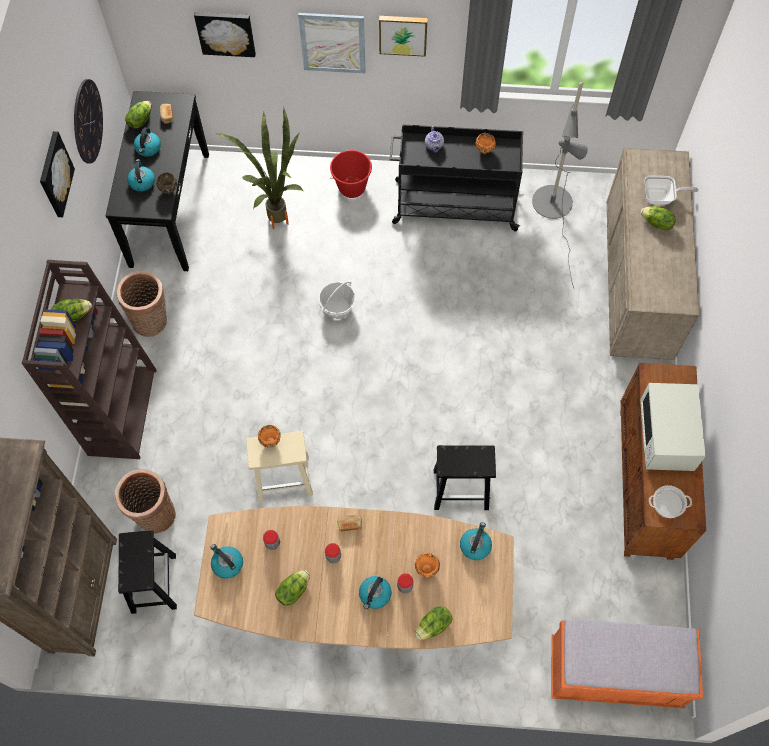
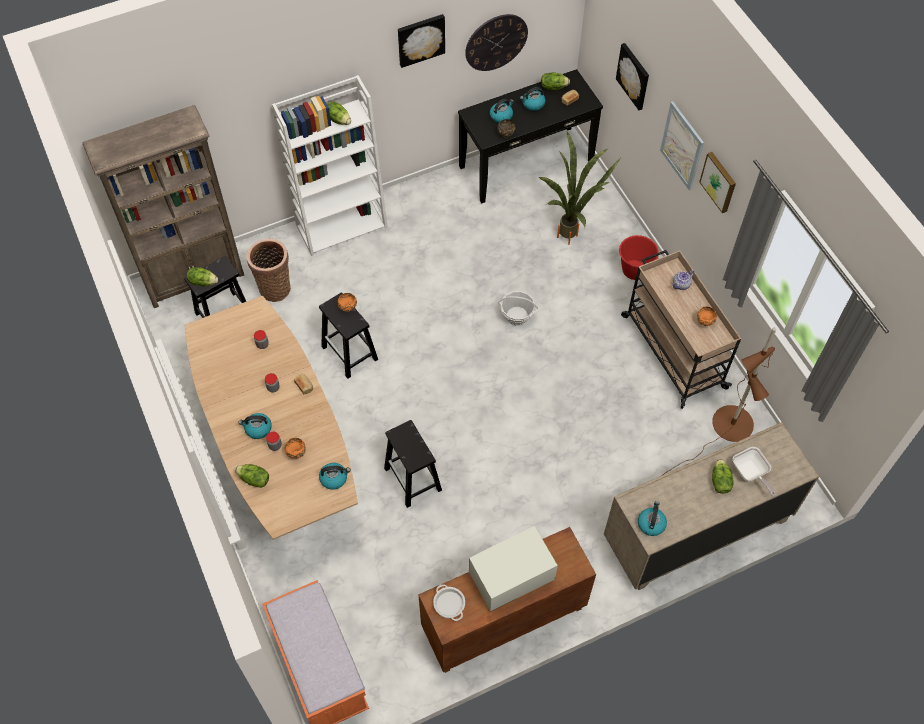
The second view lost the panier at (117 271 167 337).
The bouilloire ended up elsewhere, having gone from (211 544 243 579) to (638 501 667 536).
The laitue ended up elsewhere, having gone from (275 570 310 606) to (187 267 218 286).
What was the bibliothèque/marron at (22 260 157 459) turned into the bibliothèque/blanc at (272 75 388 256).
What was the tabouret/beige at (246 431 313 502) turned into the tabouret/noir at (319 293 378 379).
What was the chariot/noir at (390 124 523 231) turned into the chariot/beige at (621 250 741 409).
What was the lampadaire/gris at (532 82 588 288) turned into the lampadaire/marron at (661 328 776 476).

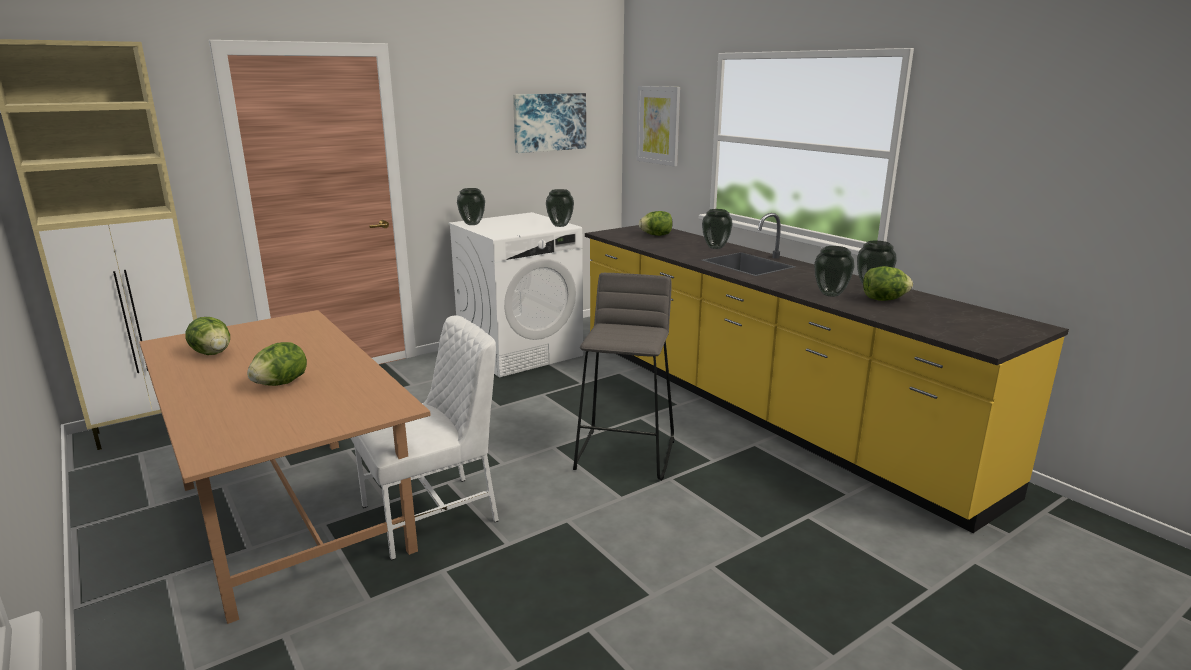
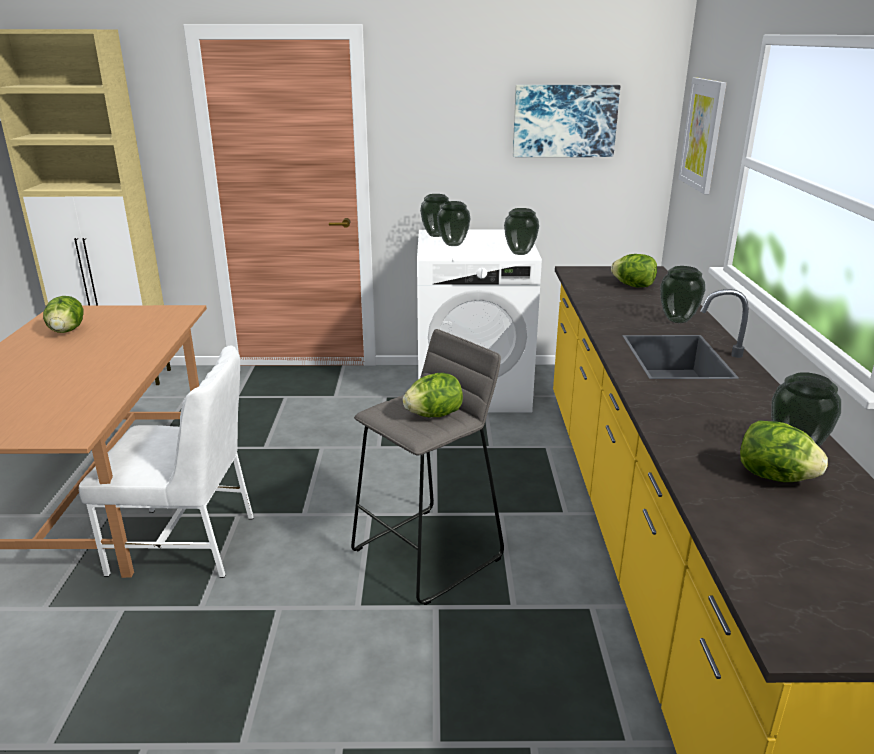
The laitue ended up elsewhere, having gone from (247 342 307 386) to (403 373 463 417).
The vase ended up elsewhere, having gone from (814 246 854 297) to (437 201 471 246).

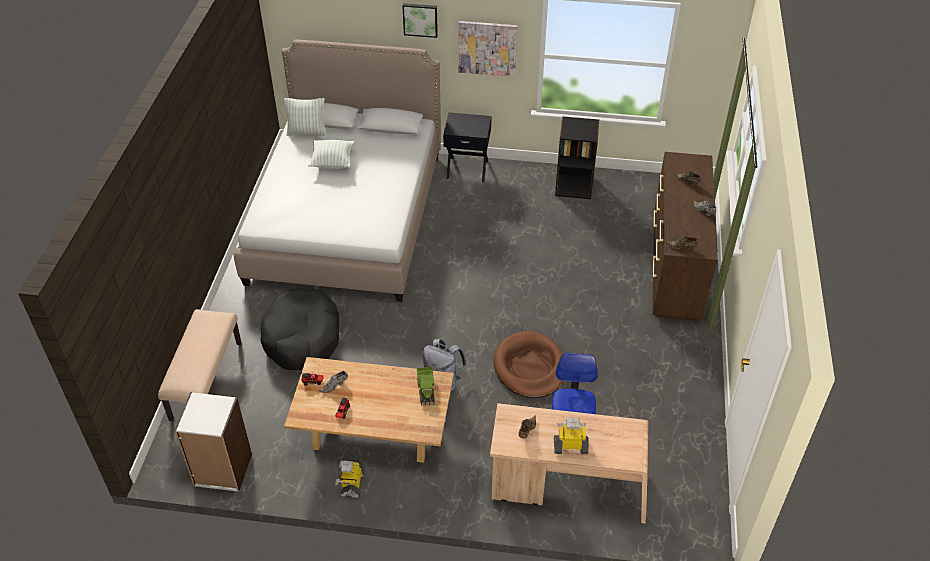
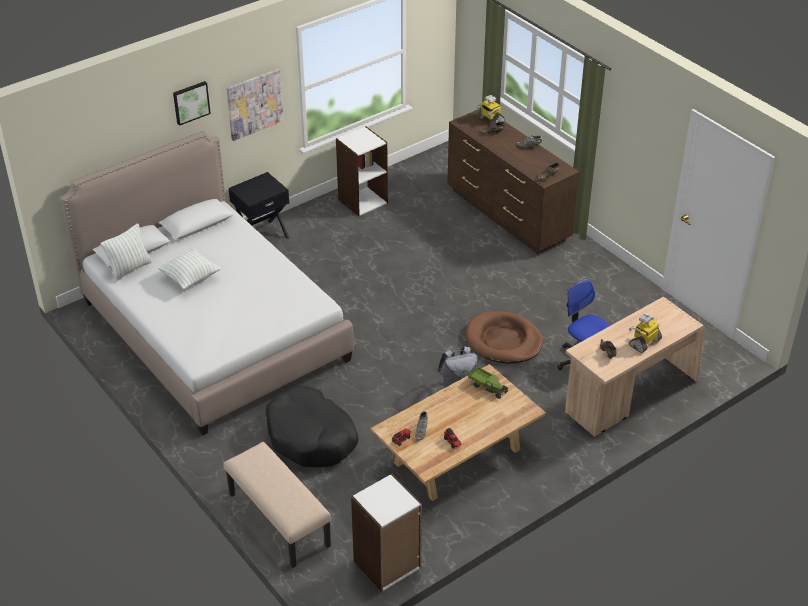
The robot jouet ended up elsewhere, having gone from (335 461 365 499) to (476 95 505 124).
What was the bibliothèque/noir at (555 116 599 199) turned into the bibliothèque/blanc at (336 126 388 216).

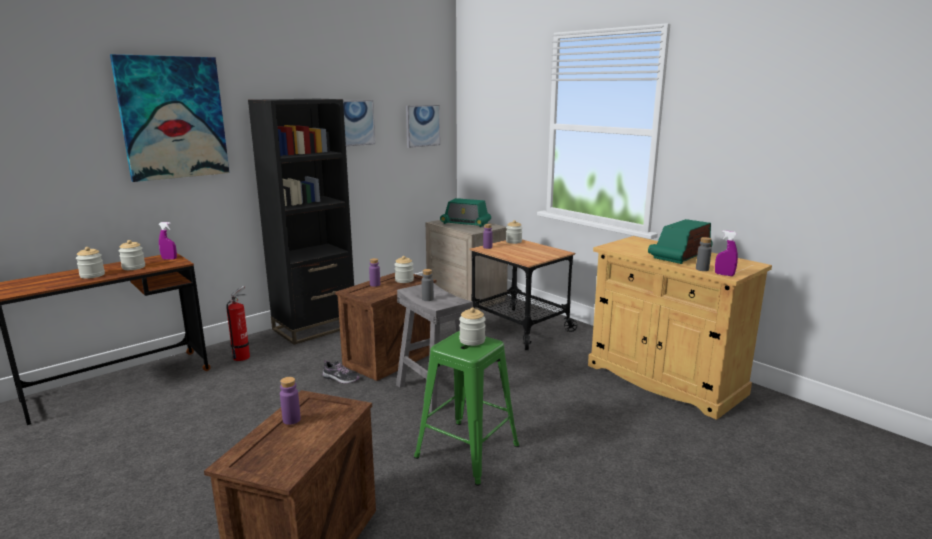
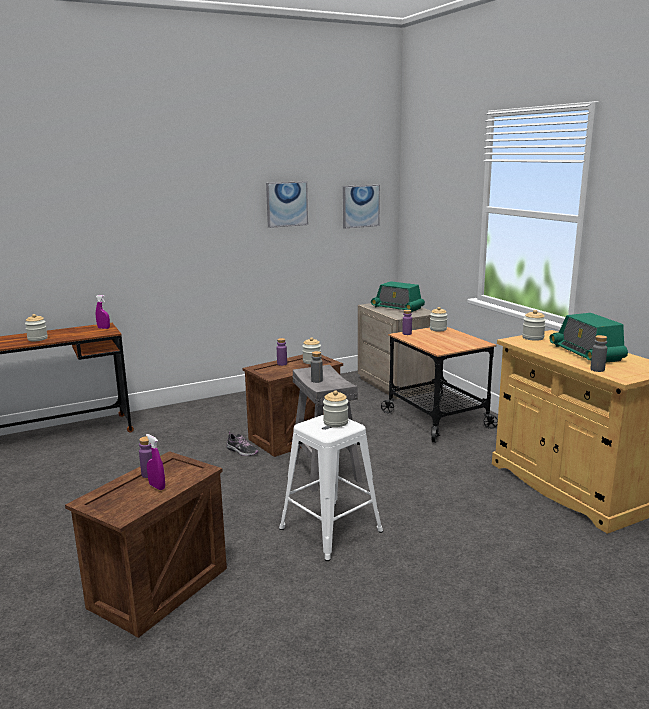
The second view lost the tableau at (110 54 229 182).
The second view lost the extincteur at (226 286 250 361).
The second view lost the bibliothèque/noir at (248 99 354 345).
The bocal ended up elsewhere, having gone from (119 240 145 270) to (522 310 546 341).
The vaporisateur/violet ended up elsewhere, having gone from (715 230 738 276) to (146 434 165 490).
What was the tabouret/vert at (414 331 520 486) turned into the tabouret/blanc at (279 415 383 561).
The radio at (648 219 712 264) ended up facing another way, 75 degrees counterclockwise from before.

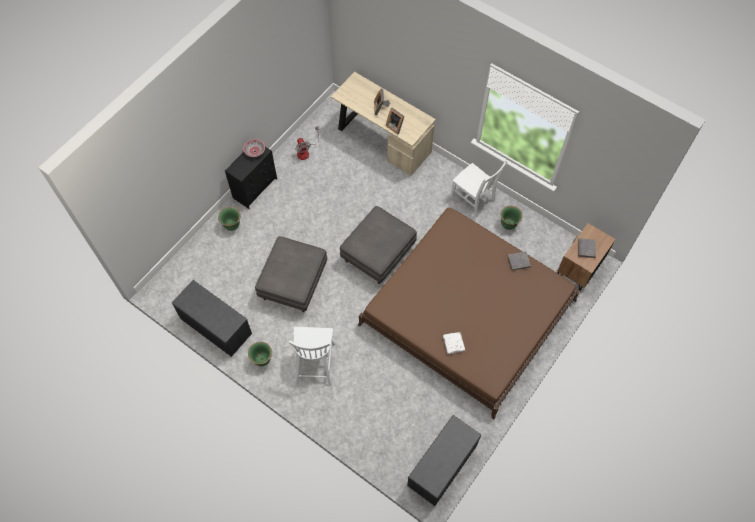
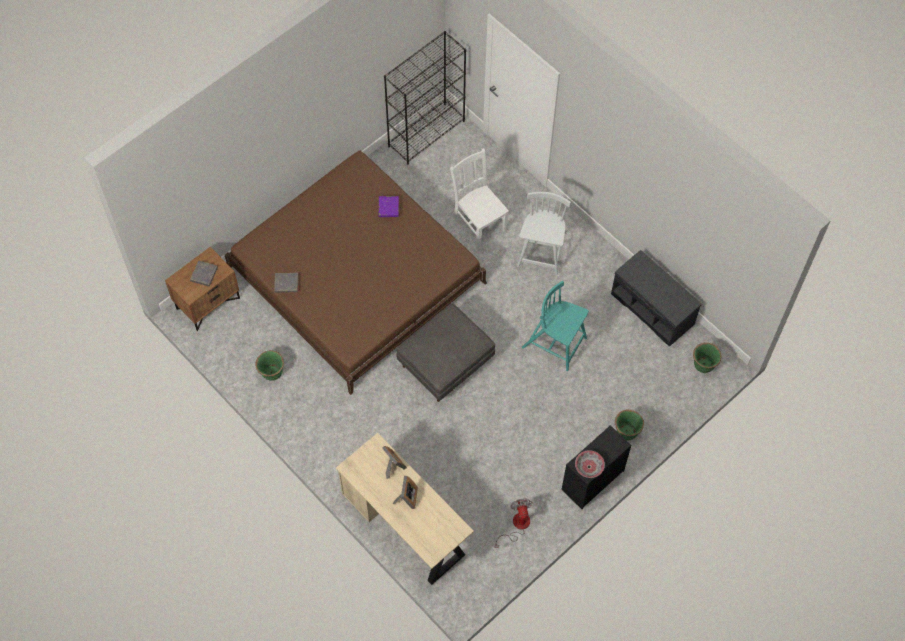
The cache-pot/vert ended up elsewhere, having gone from (248 342 272 366) to (693 343 721 373).
The chaise/blanc ended up elsewhere, having gone from (450 160 508 218) to (450 148 509 248).
Where the pouf/gris stood at (255 236 327 312), the chaise/turquoise came to stand at (522 281 589 371).
Where the banc/gris stood at (407 415 481 506), the bibliothèque/noir came to stand at (384 31 466 165).
What was the livre/blanc at (443 332 465 354) turned into the livre/violet at (379 196 399 217).

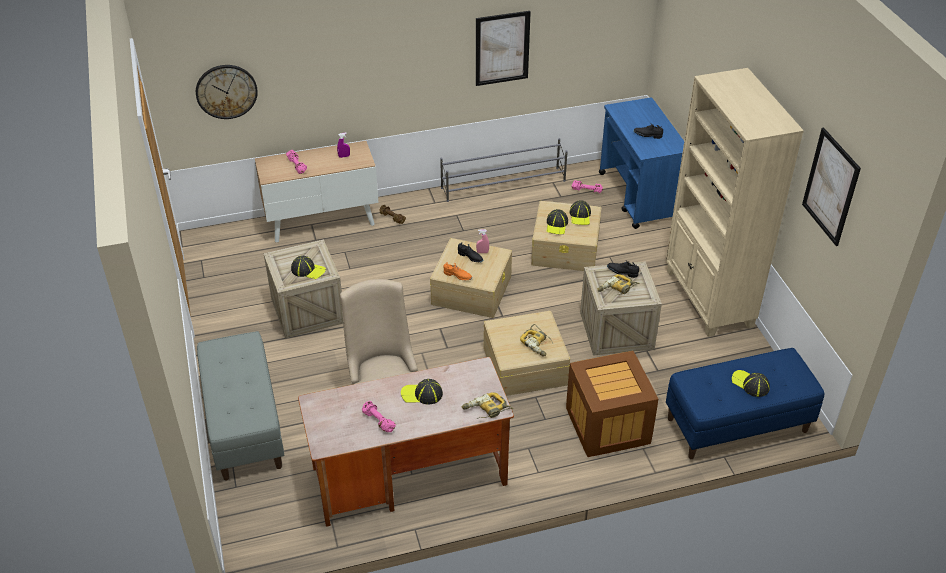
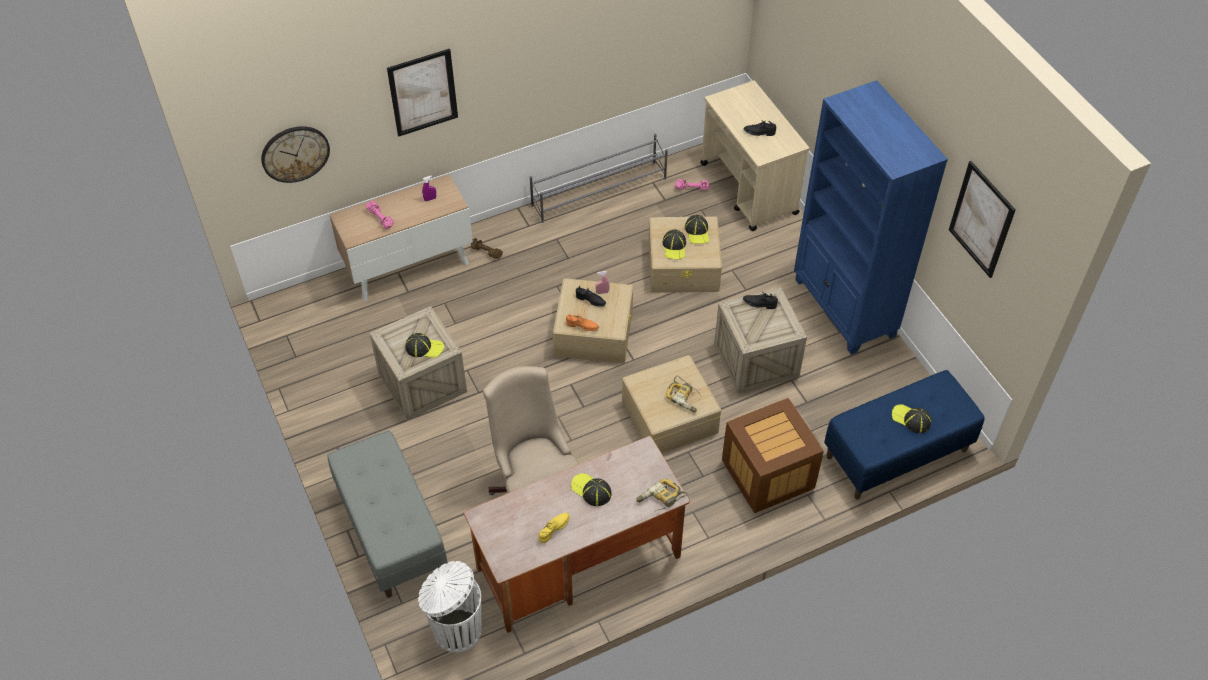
The second view lost the perceuse at (598 274 640 296).
The second view gained the poubelle/blanc at (418 561 482 653).
The tableau ended up elsewhere, having gone from (476 11 531 86) to (387 49 458 137).
Where the haltère/rose stood at (362 401 396 432), the chaussure/jaune came to stand at (539 513 570 543).
What was the chariot/bleu at (599 98 684 229) turned into the chariot/beige at (700 81 809 231).
What was the bibliothèque/beige at (666 68 804 337) turned into the bibliothèque/bleu at (794 80 948 355).
The casquette at (401 379 443 405) ended up facing another way, 45 degrees clockwise from before.

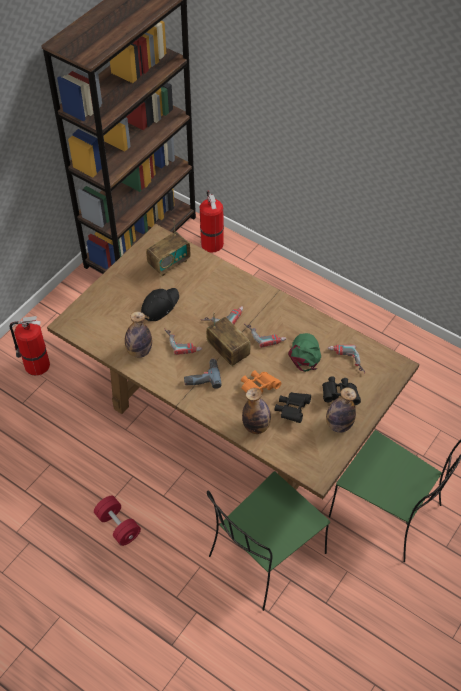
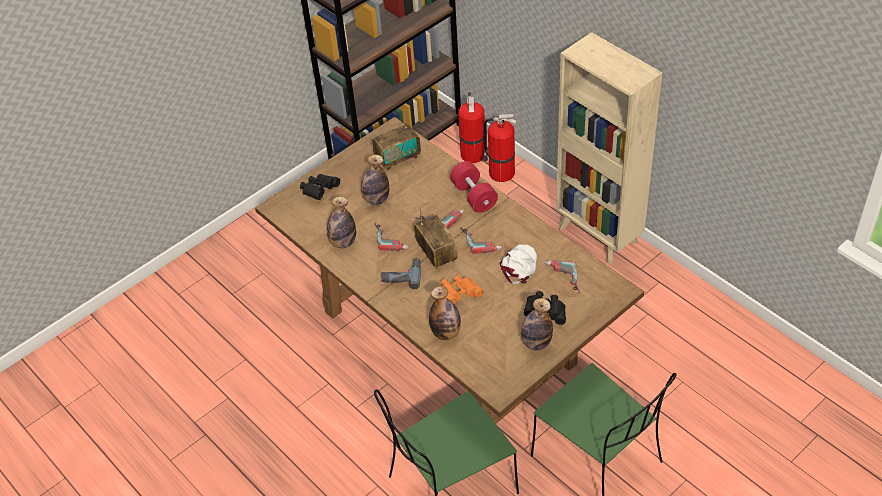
The second view gained the bibliothèque/beige at (556 32 662 264).
The extincteur ended up elsewhere, having gone from (9 316 50 376) to (483 114 516 182).
The haltère/rouge ended up elsewhere, having gone from (94 496 141 546) to (450 161 498 213).
The jumelles/noir ended up elsewhere, having gone from (275 392 311 423) to (300 174 340 200).
Where the casquette/noir stood at (141 288 179 321), the bouteille came to stand at (361 155 389 205).
What was the casquette/vert at (288 333 321 372) turned into the casquette/blanc at (500 245 537 284).

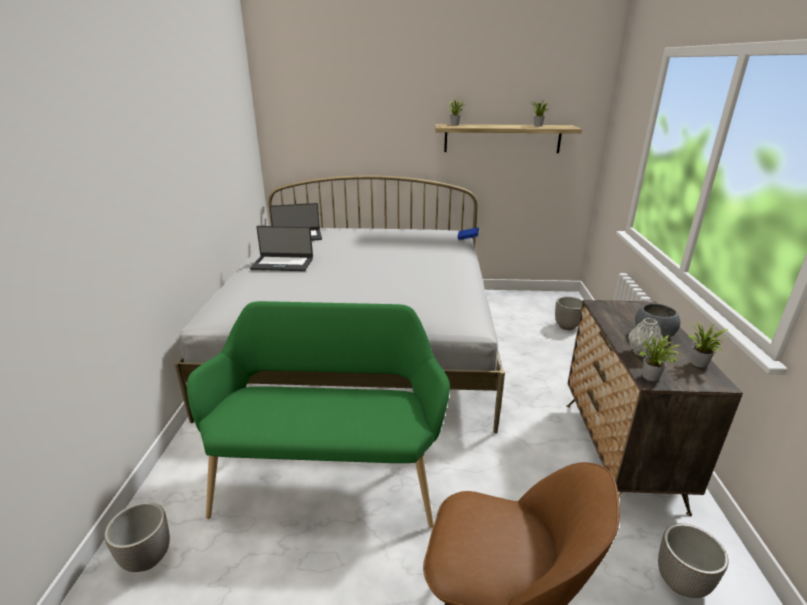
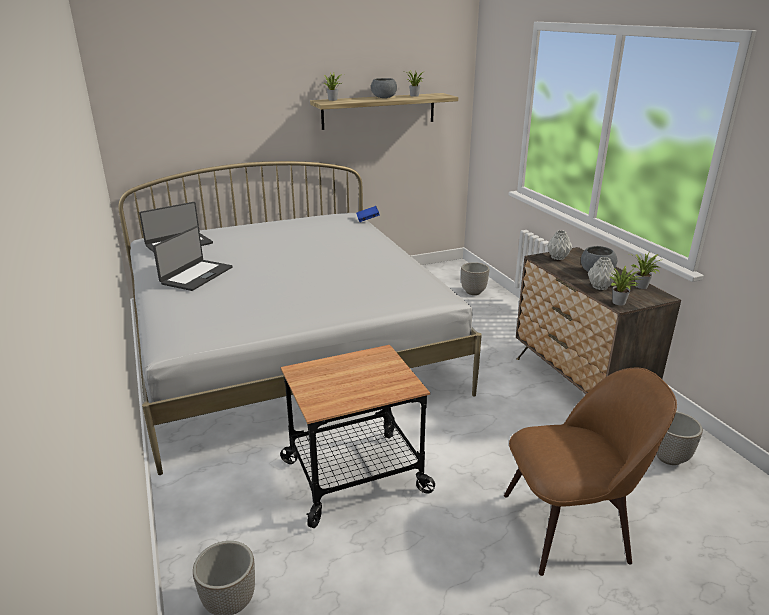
The second view gained the bol/gris at (371 78 397 98).
The second view gained the vase/gris at (547 230 572 260).
Where the banc/vert stood at (187 301 450 528), the chariot came to stand at (280 345 435 528).
The ordinateur portable at (250 226 313 271) ended up facing another way, 45 degrees counterclockwise from before.

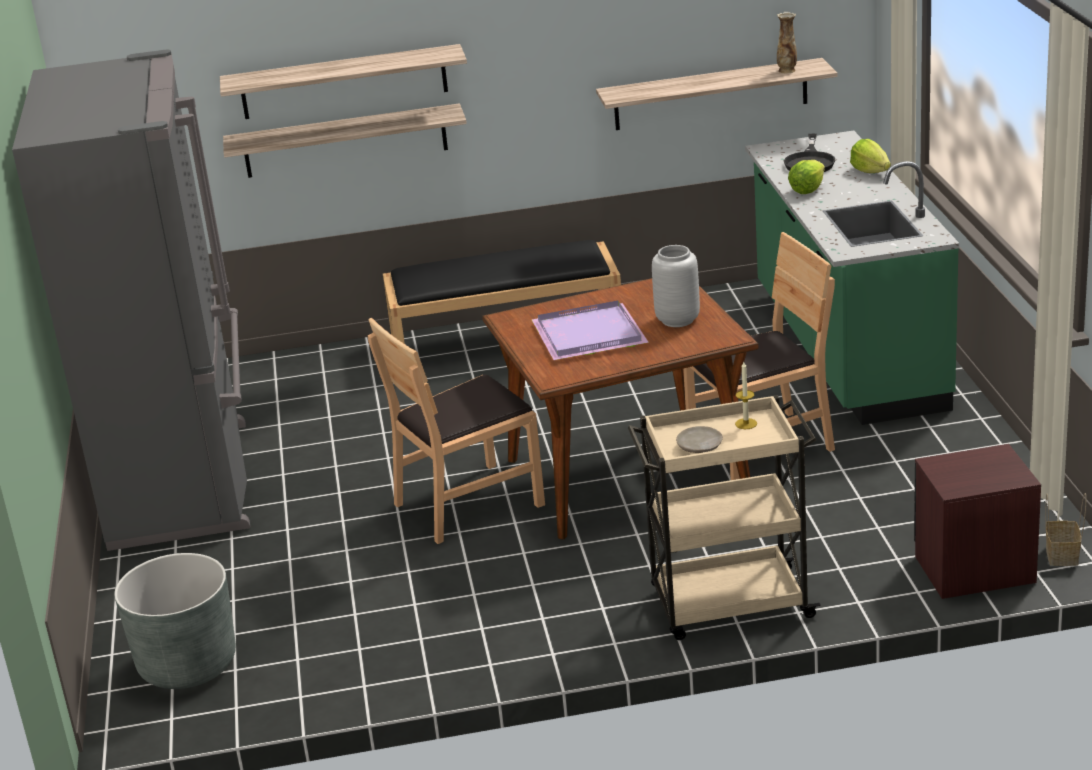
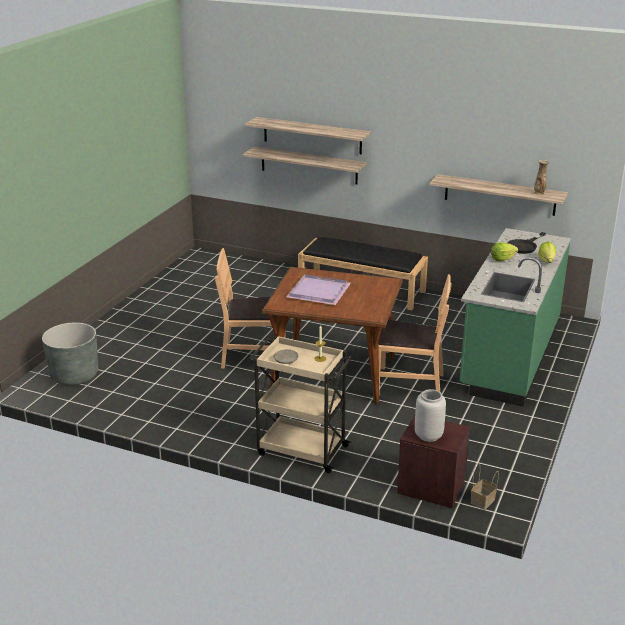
The second view lost the réfrigérateur/gris at (12 49 250 551).
The vase/gris ended up elsewhere, having gone from (652 245 700 327) to (415 389 446 442).

